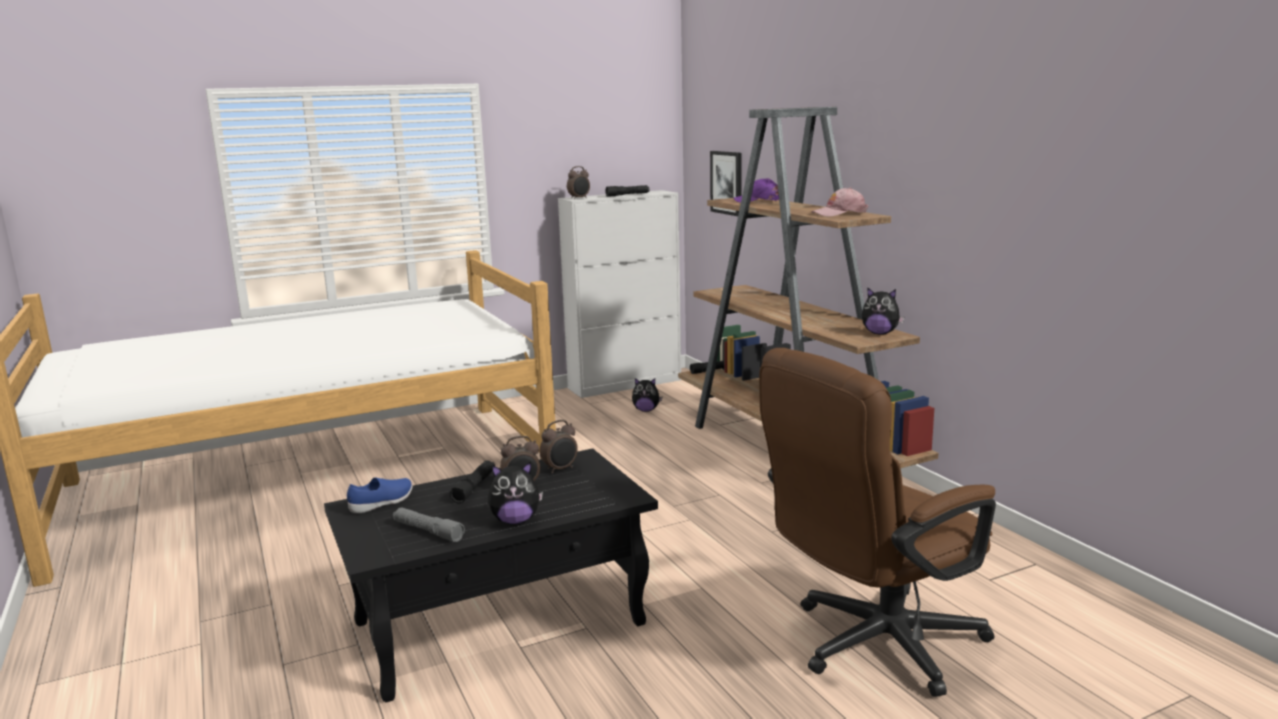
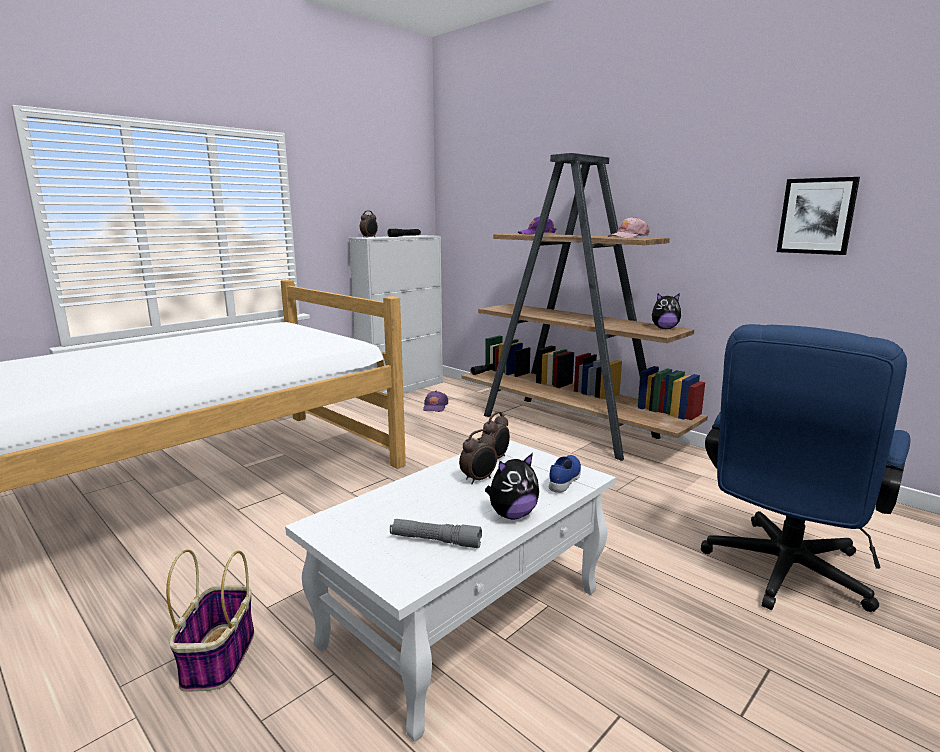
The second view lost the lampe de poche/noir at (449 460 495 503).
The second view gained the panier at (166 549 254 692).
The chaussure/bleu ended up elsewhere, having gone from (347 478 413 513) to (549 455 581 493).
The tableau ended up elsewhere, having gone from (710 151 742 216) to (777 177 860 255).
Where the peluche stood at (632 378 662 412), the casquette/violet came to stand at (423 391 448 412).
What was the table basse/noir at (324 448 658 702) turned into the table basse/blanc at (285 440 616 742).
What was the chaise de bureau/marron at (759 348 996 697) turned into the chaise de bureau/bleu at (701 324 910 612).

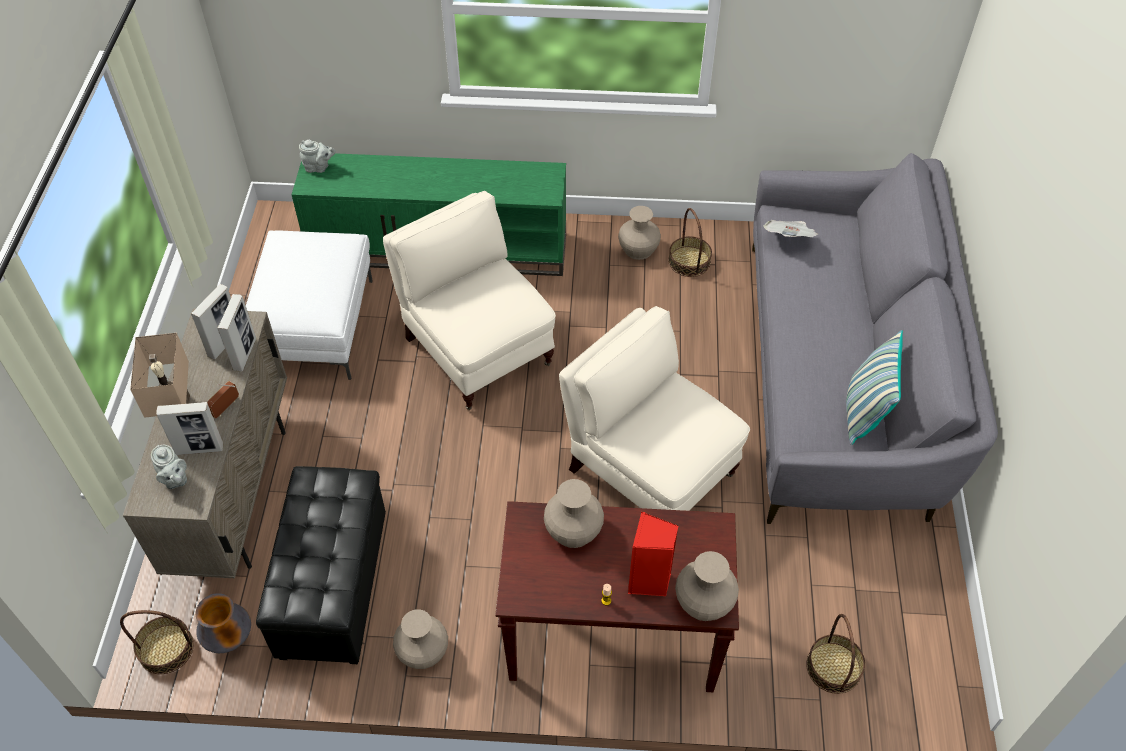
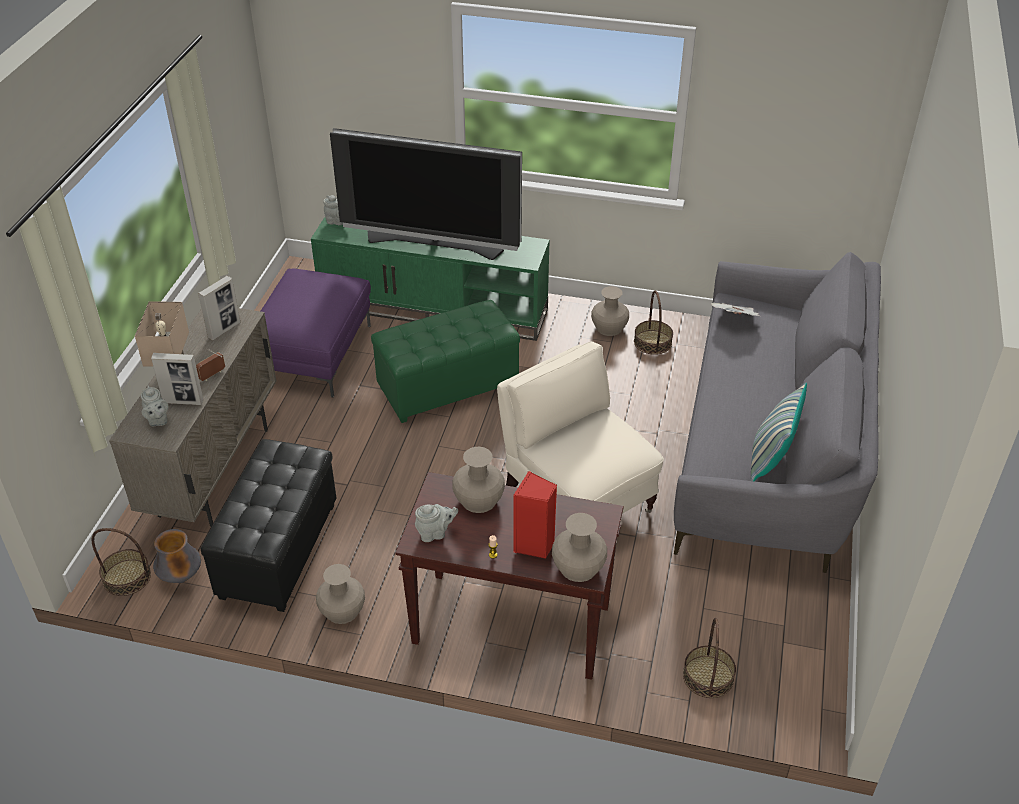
The second view lost the cadre photo at (218 294 256 372).
The second view gained the téléviseur at (330 128 522 260).
The second view gained the théière/gris at (415 504 458 542).
Where the fauteuil/beige stood at (383 191 556 410), the pouf/vert came to stand at (371 300 520 423).
What was the pouf/blanc at (246 230 373 380) turned into the pouf/violet at (261 269 371 397).

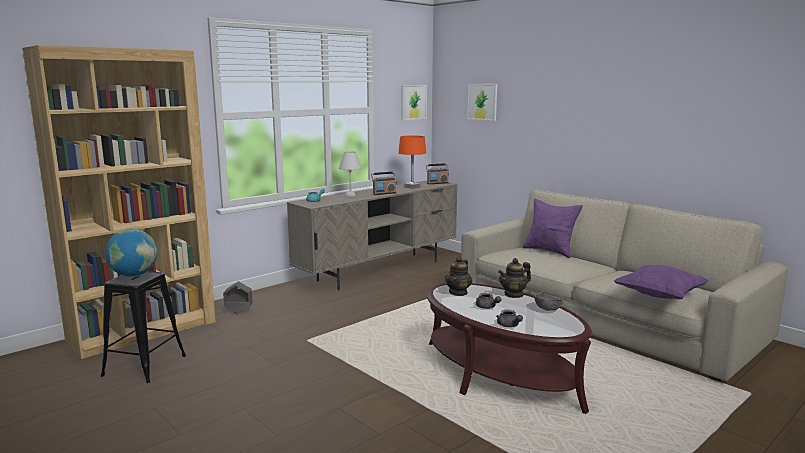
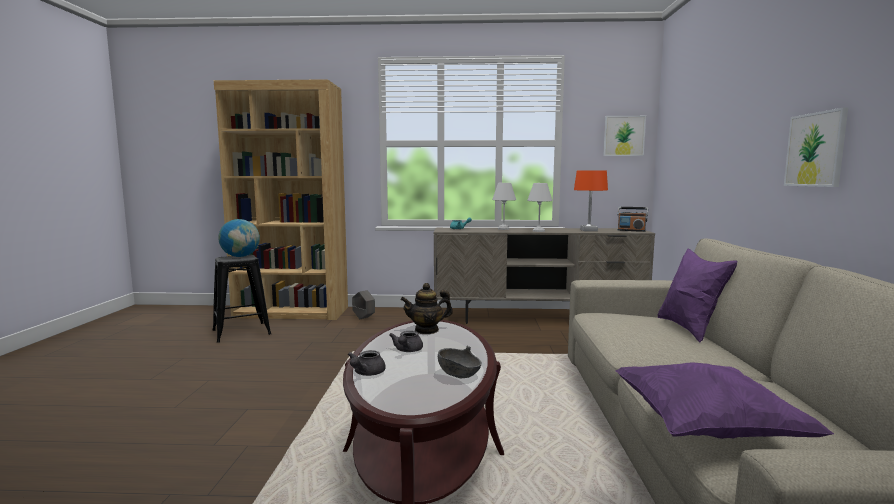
The second view lost the théière at (498 258 531 298).
The tableau ended up elsewhere, having gone from (467 84 497 121) to (784 107 848 187).
Where the radio stood at (371 172 397 195), the lampe de table/blanc came to stand at (527 183 552 232).

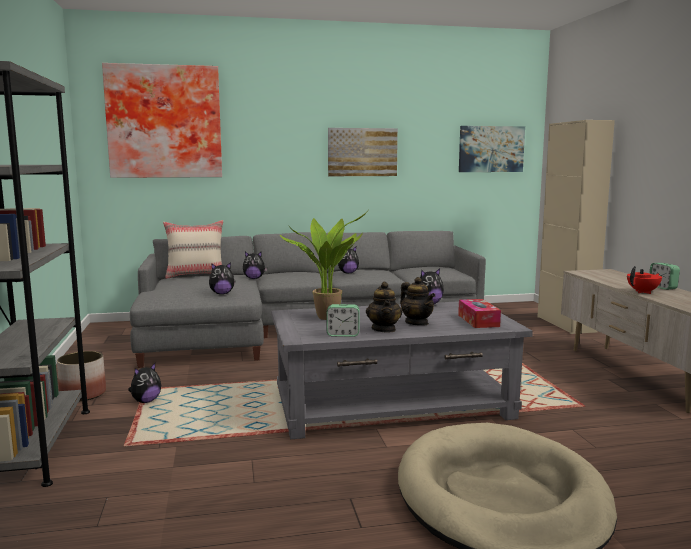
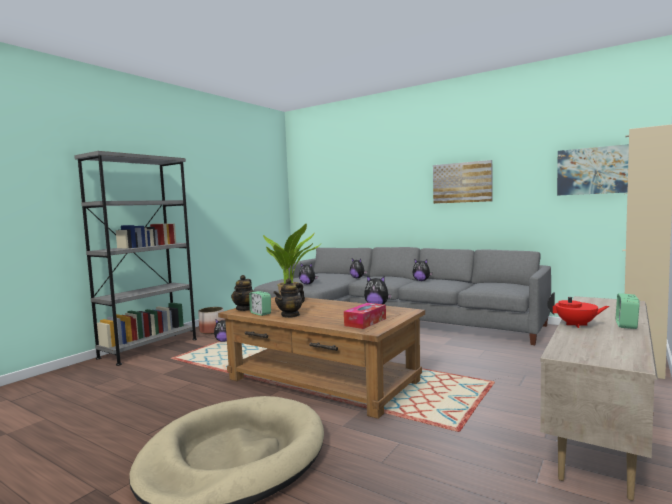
The second view lost the tableau at (102 63 222 178).
The second view lost the coussin/beige at (163 220 223 279).
The théière ended up elsewhere, having gone from (400 277 435 326) to (231 275 255 311).
What was the table basse/gris at (271 301 533 439) turned into the table basse/marron at (218 297 425 419).

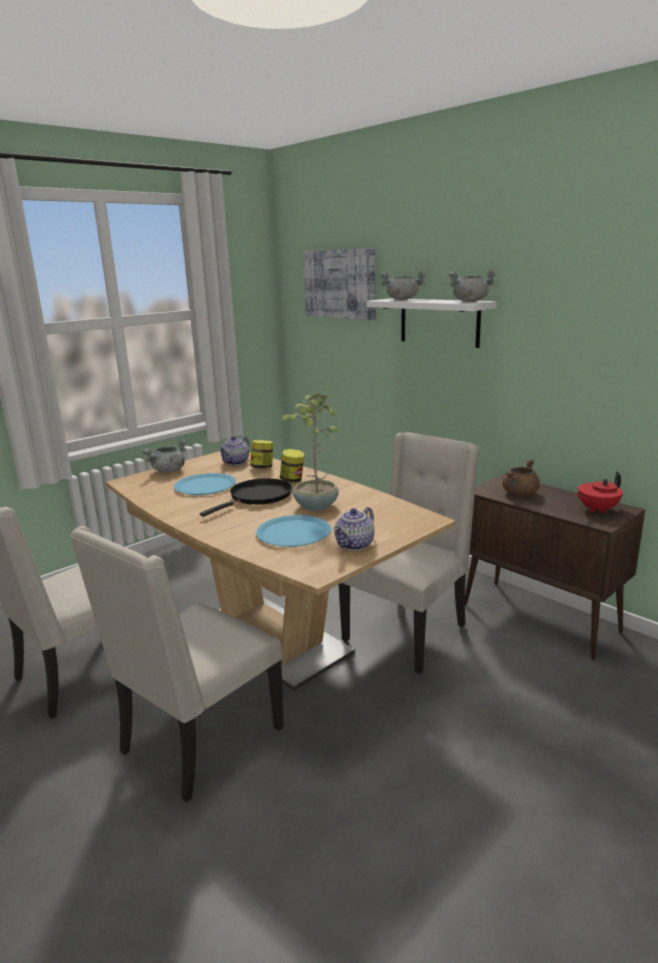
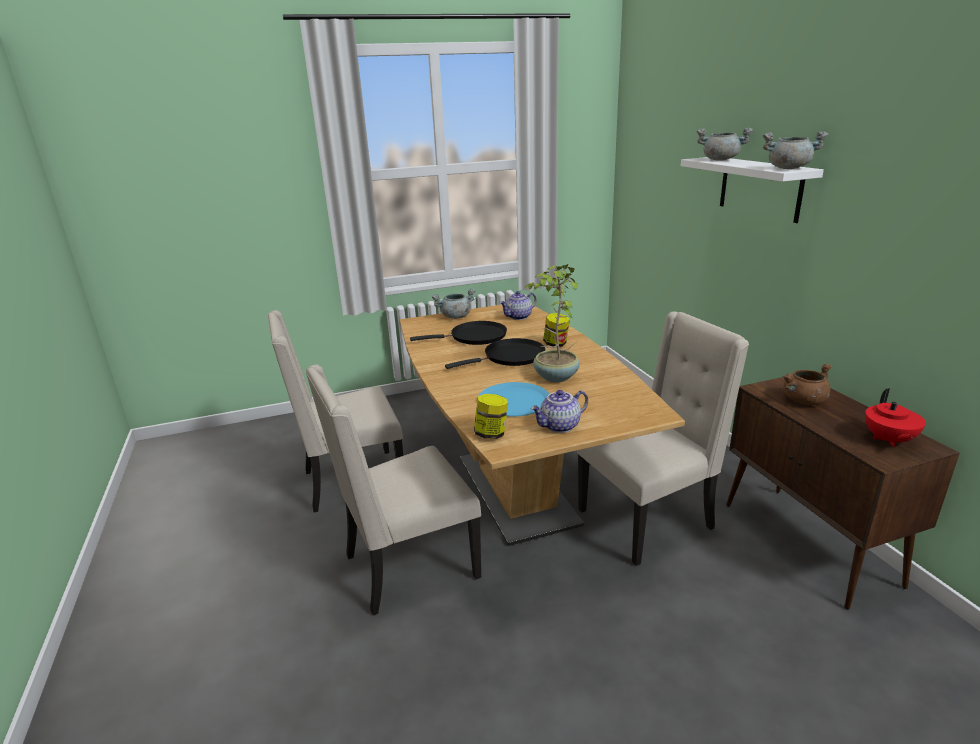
The second view lost the tableau at (303 248 375 320).
The bocal ended up elsewhere, having gone from (250 440 274 469) to (474 394 508 439).
Where the assiette/bleu stood at (174 473 236 495), the poêle/noir came to stand at (410 321 507 345).
The théière/rouge at (577 472 623 513) ended up facing another way, 75 degrees counterclockwise from before.

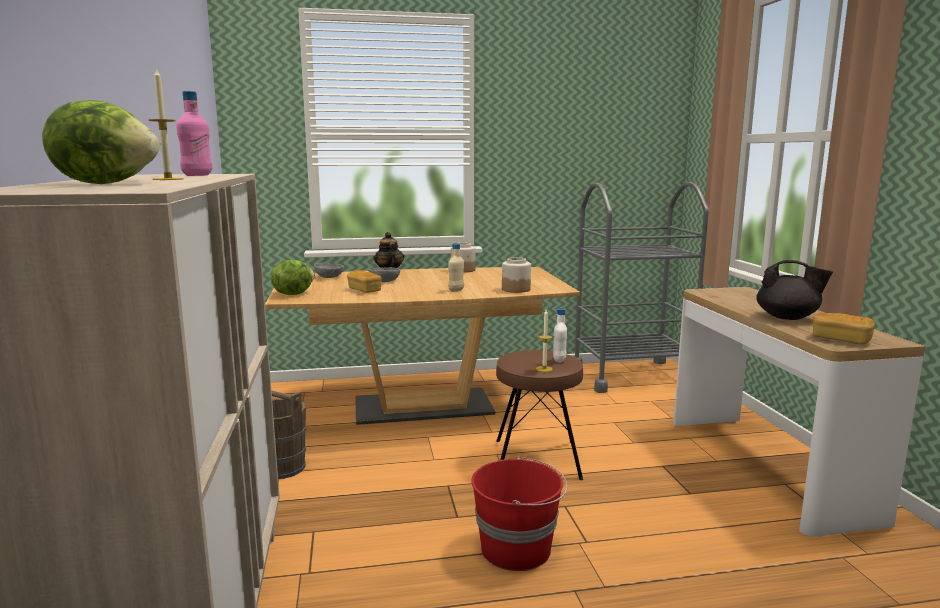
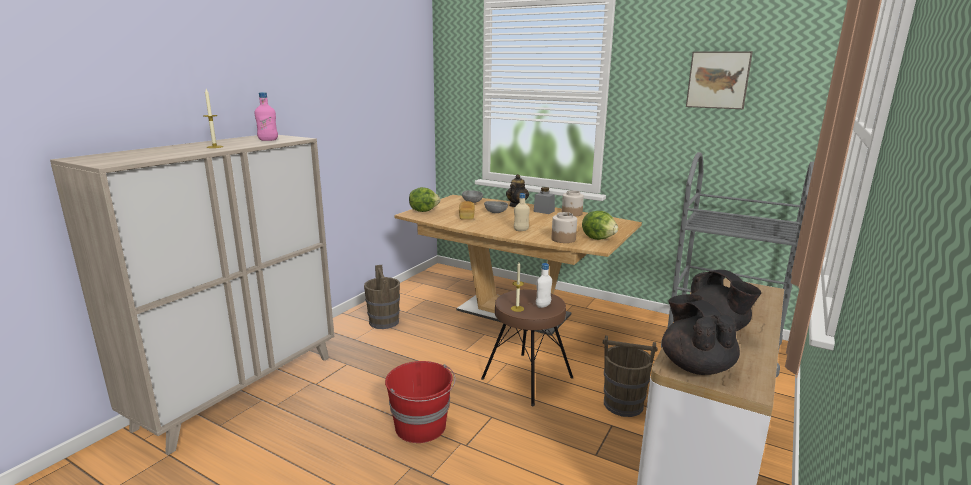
The second view gained the bocal/gris at (534 187 555 214).
The second view gained the seau/marron at (603 335 658 417).
The second view gained the tableau at (686 51 753 109).
The laitue ended up elsewhere, having gone from (42 100 159 184) to (582 211 618 240).
Where the pain stood at (813 312 875 344), the théière/noir came to stand at (662 294 740 375).

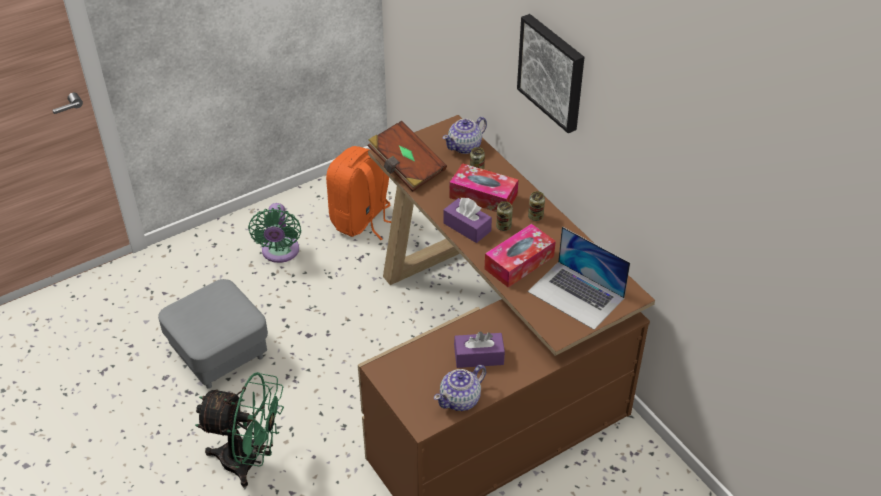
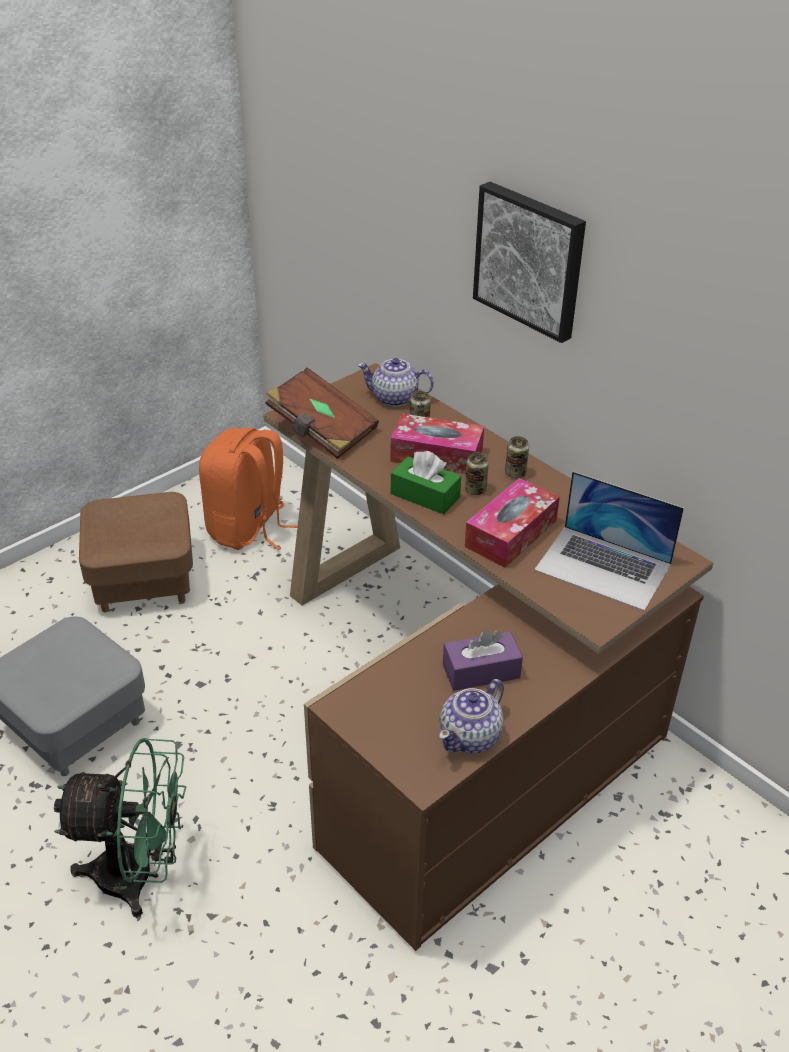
Where the ventilateur/vert stood at (248 203 301 263), the pouf/marron came to stand at (79 492 193 612).
What was the boîte à mouchoirs/violet at (443 197 492 243) turned into the boîte à mouchoirs/vert at (391 451 461 514).
The théière at (443 117 487 154) ended up facing another way, 60 degrees clockwise from before.

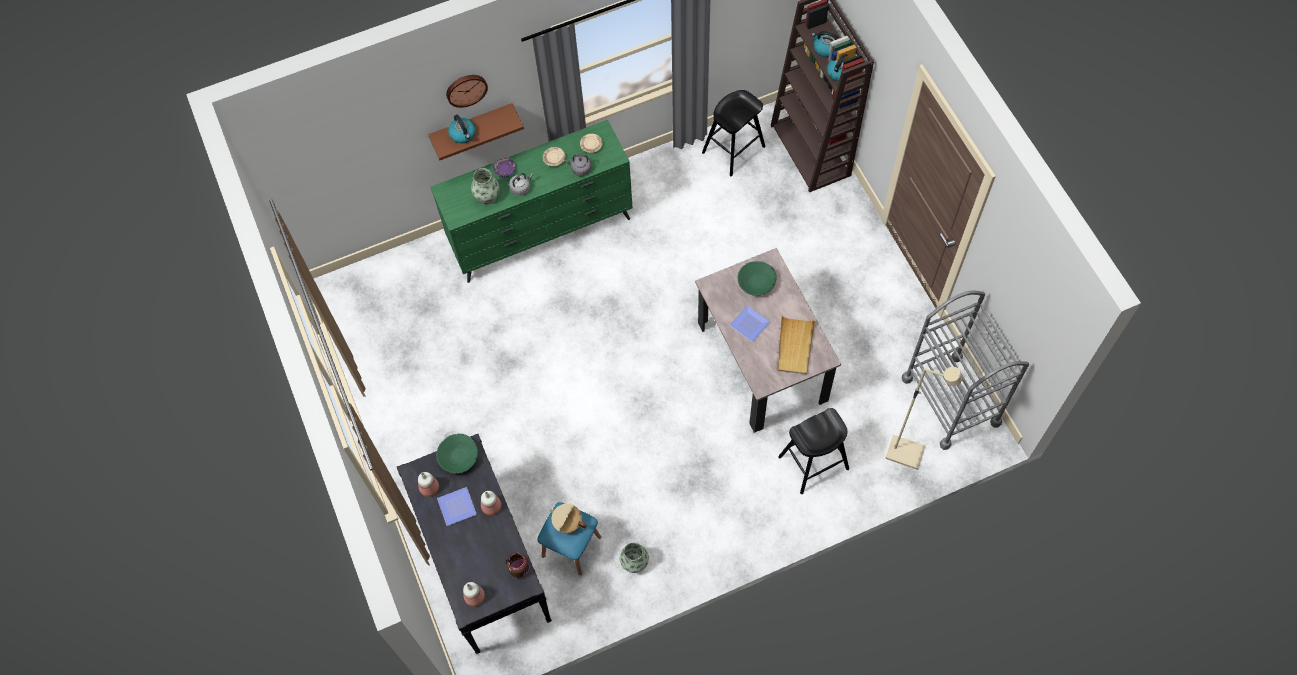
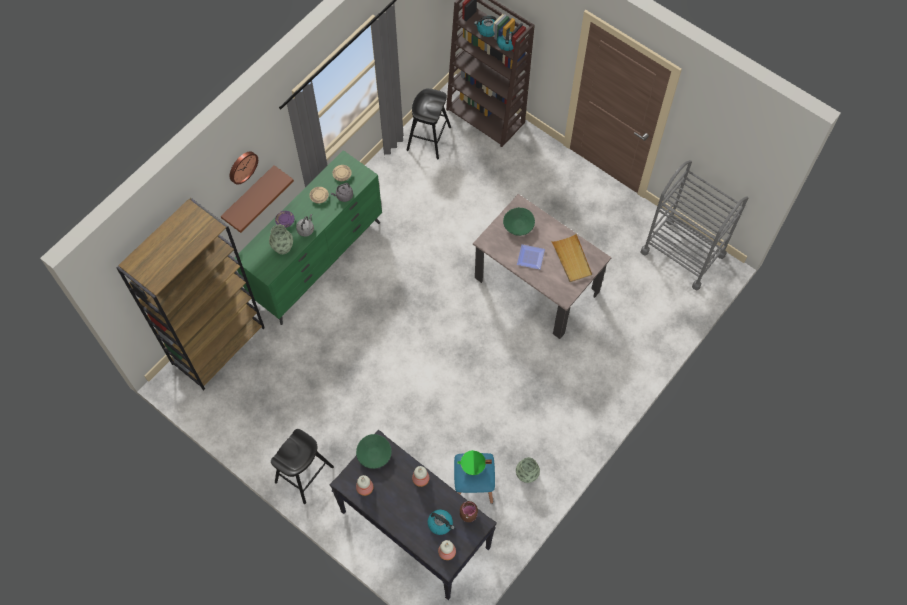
The second view lost the assiette at (437 487 477 526).
The second view lost the lampadaire/beige at (885 367 963 470).
The second view gained the bibliothèque/marron at (117 198 265 391).
The bouilloire ended up elsewhere, having gone from (448 115 476 143) to (427 509 455 535).
The tabouret/noir ended up elsewhere, having gone from (778 408 849 494) to (271 429 334 504).
What was the marmite/beige at (550 504 587 533) turned into the marmite/vert at (457 450 492 475).

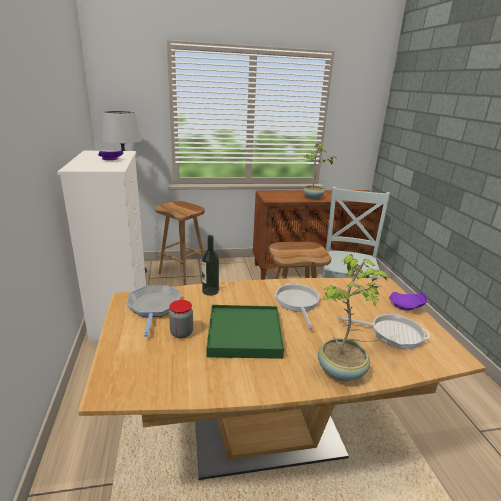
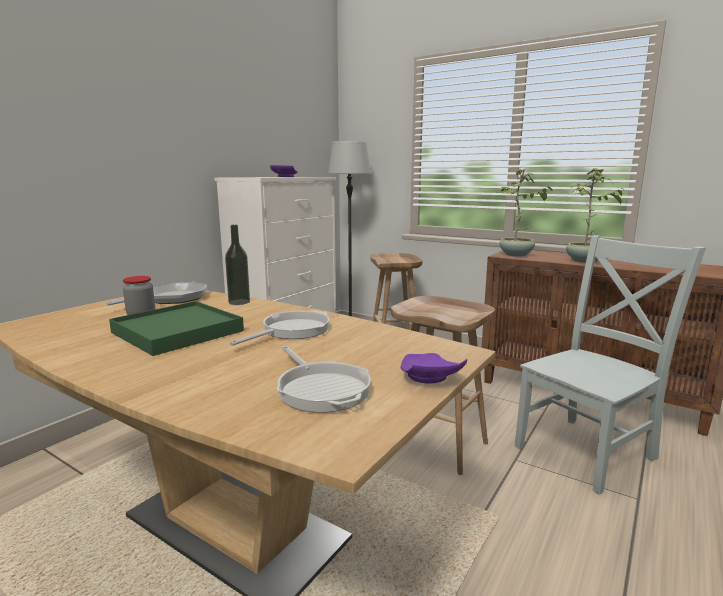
The plante en pot ended up elsewhere, having gone from (318 254 390 381) to (499 168 553 257).

